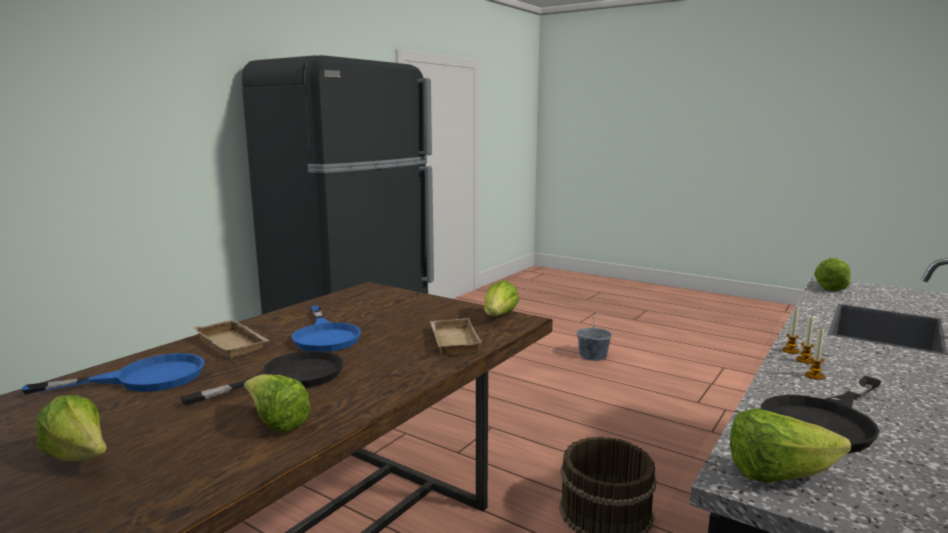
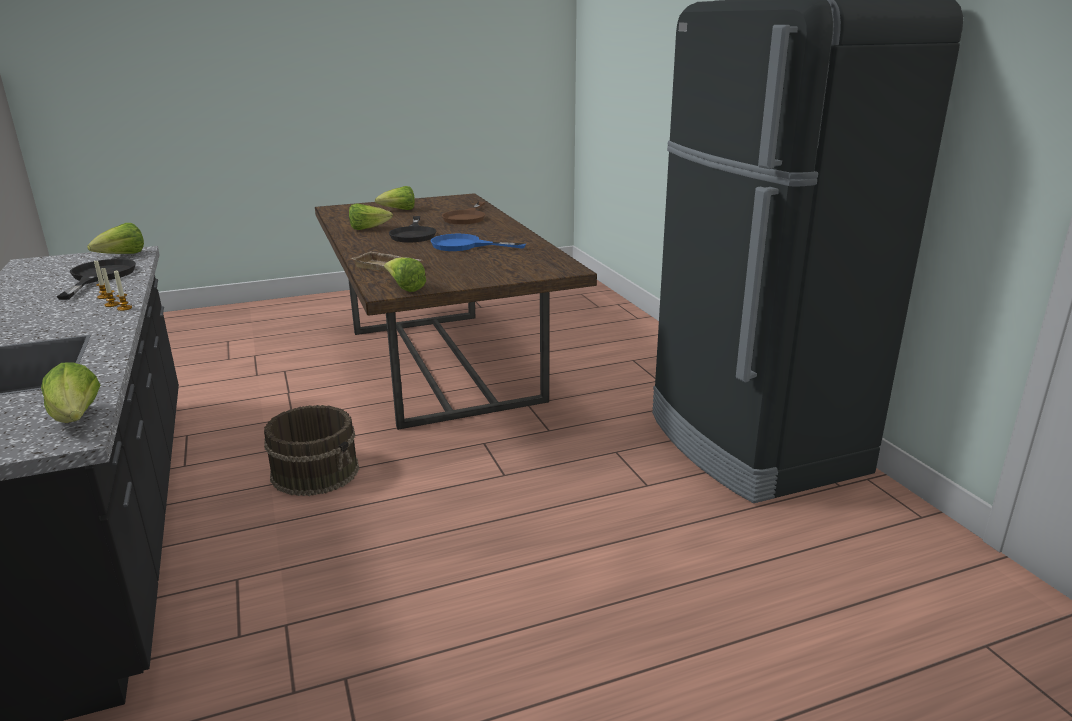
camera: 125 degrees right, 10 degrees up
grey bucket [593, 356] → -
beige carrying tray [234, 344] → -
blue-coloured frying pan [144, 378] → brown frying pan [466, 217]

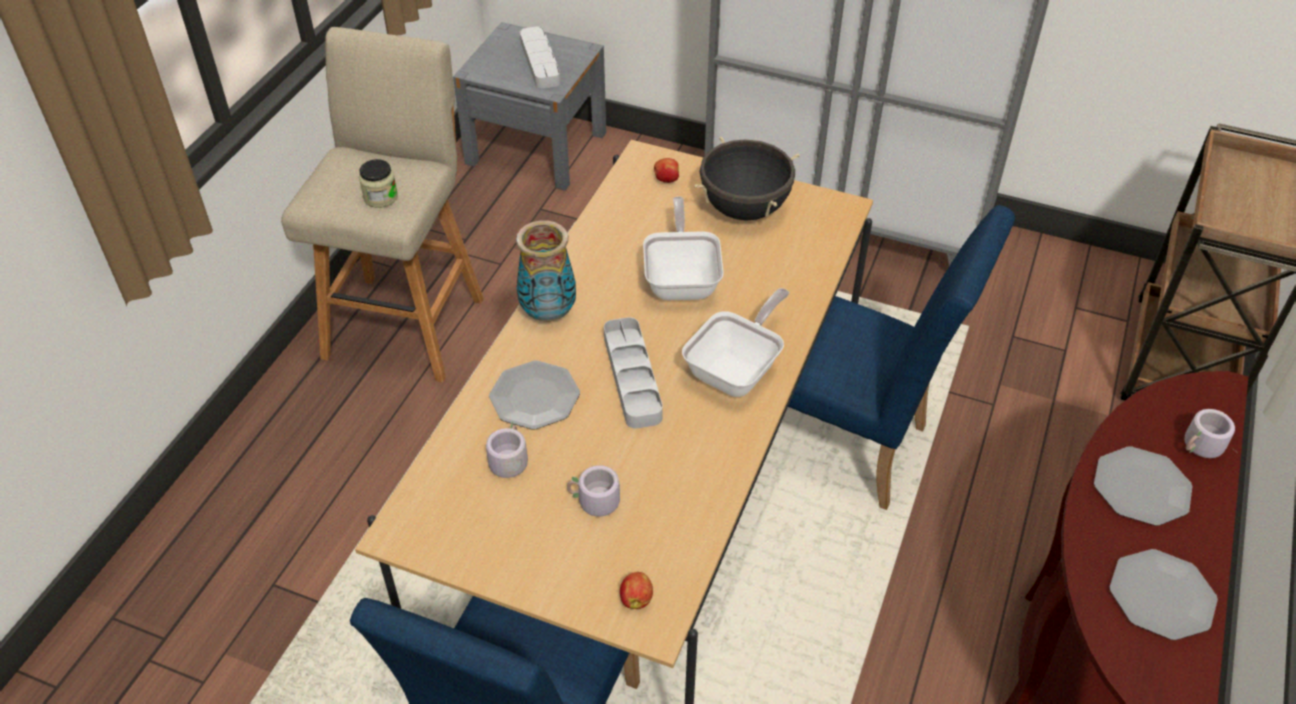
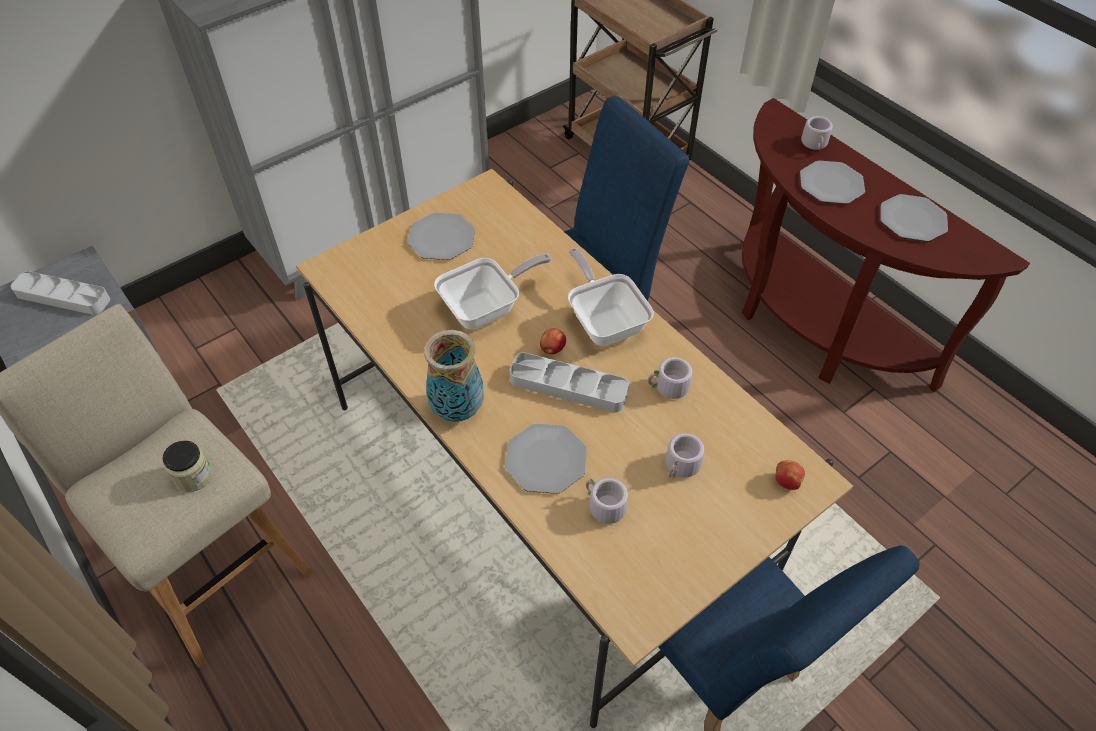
camera: 60 degrees left, 5 degrees up
black cooking pot [744, 209] → dinner plate [442, 238]
whole apple [666, 179] → whole apple [552, 349], move
frying pan [682, 279] → frying pan [487, 308], 120 degrees clockwise
- → grey tea mug [668, 389]

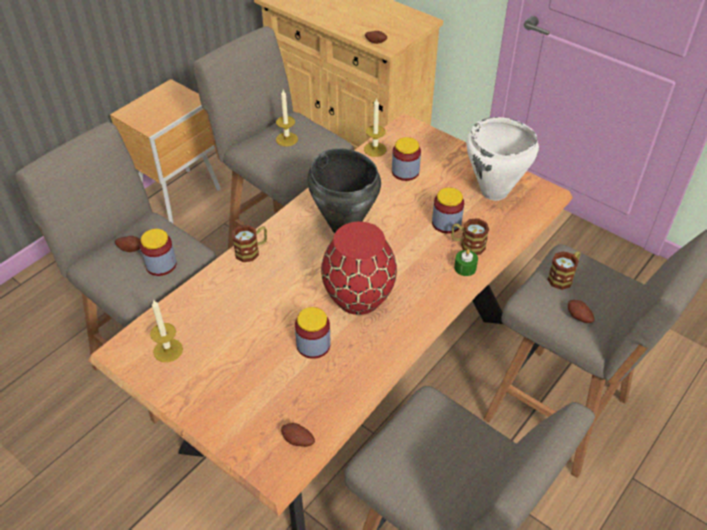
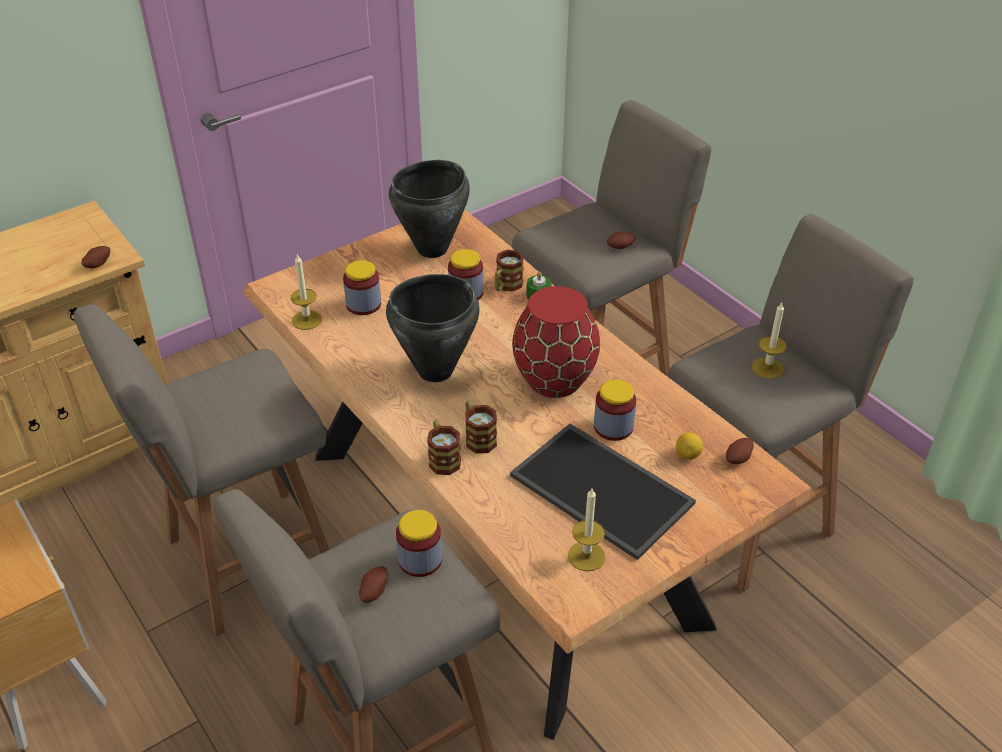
camera: 75 degrees left, 5 degrees down
wax light [287, 139] → wax light [767, 368], move
whitish cooking pot [494, 192] → black cooking pot [433, 249]
tea mug [563, 277] → tea mug [478, 437], move
- → carrying tray [604, 489]
- → citrus fruit [688, 455]

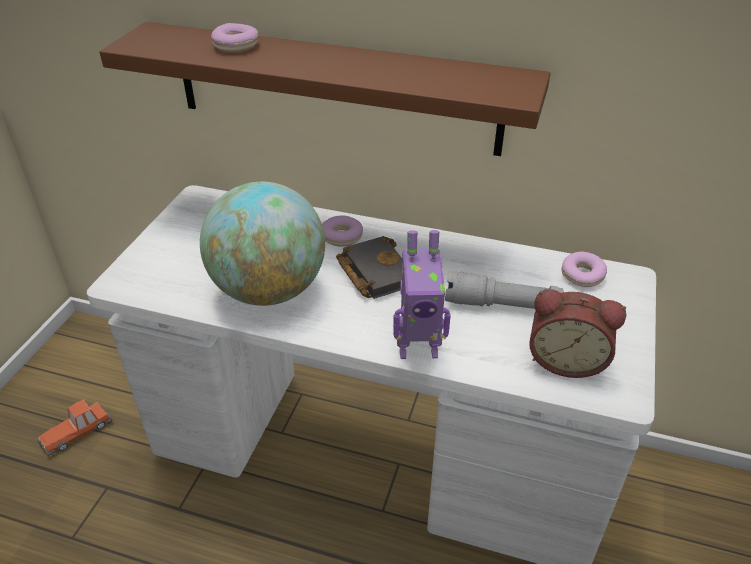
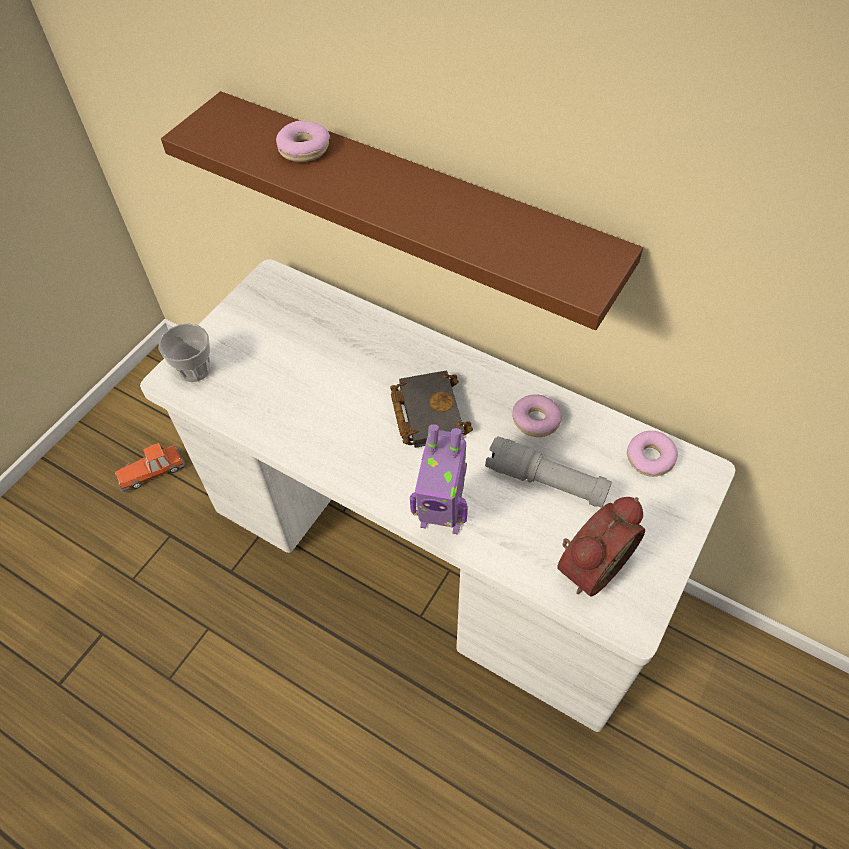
camera: 15 degrees right, 15 degrees up
world globe [269, 290] → -
ring doughnut [341, 236] → ring doughnut [536, 420], move
bedside clock [566, 359] → bedside clock [589, 564], 75 degrees counterclockwise
- → cup [194, 369]

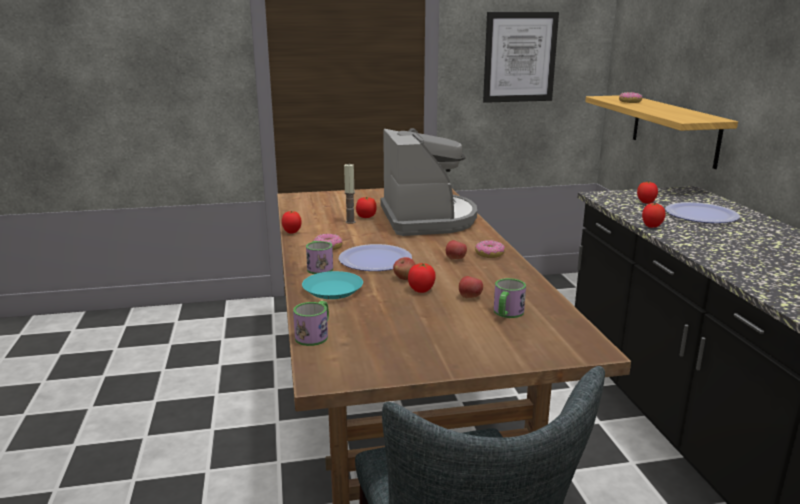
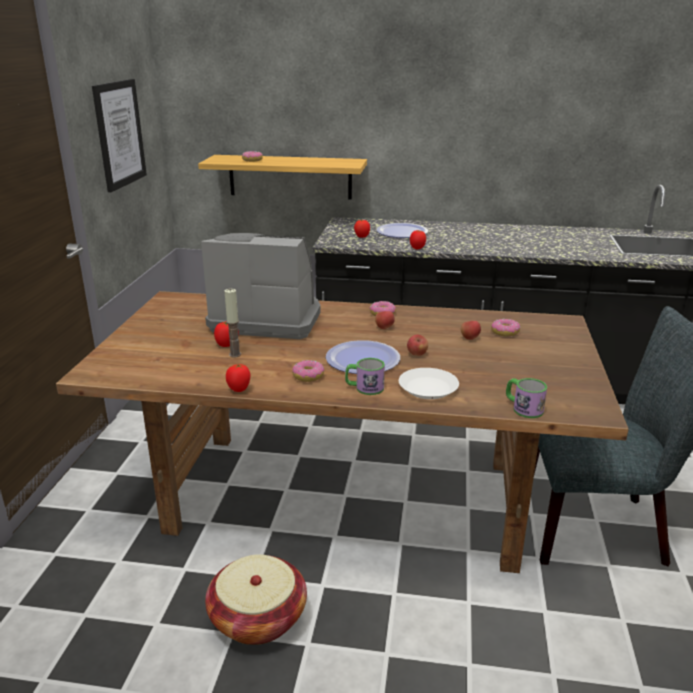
camera: 70 degrees left, 5 degrees up
whole tomato [421, 290] → -
turquoise dinner plate [333, 290] → whitish dinner plate [427, 388]
tea mug [507, 313] → ring doughnut [505, 332]
- → basket [258, 618]

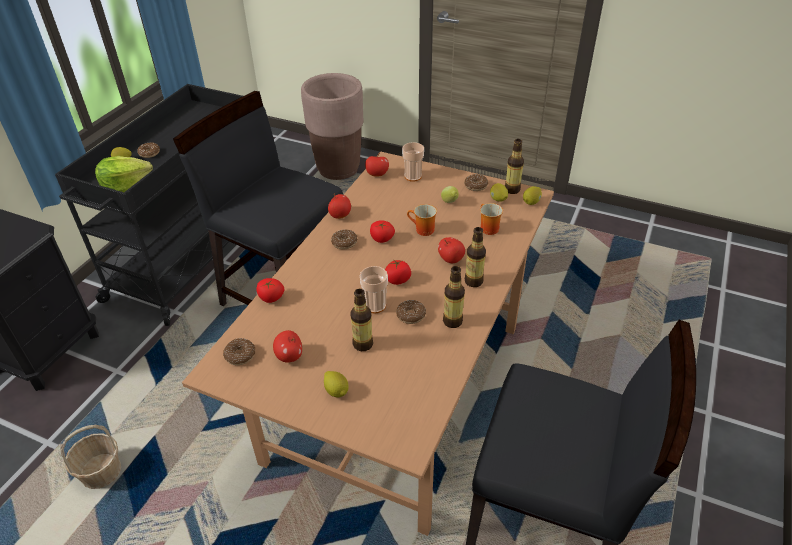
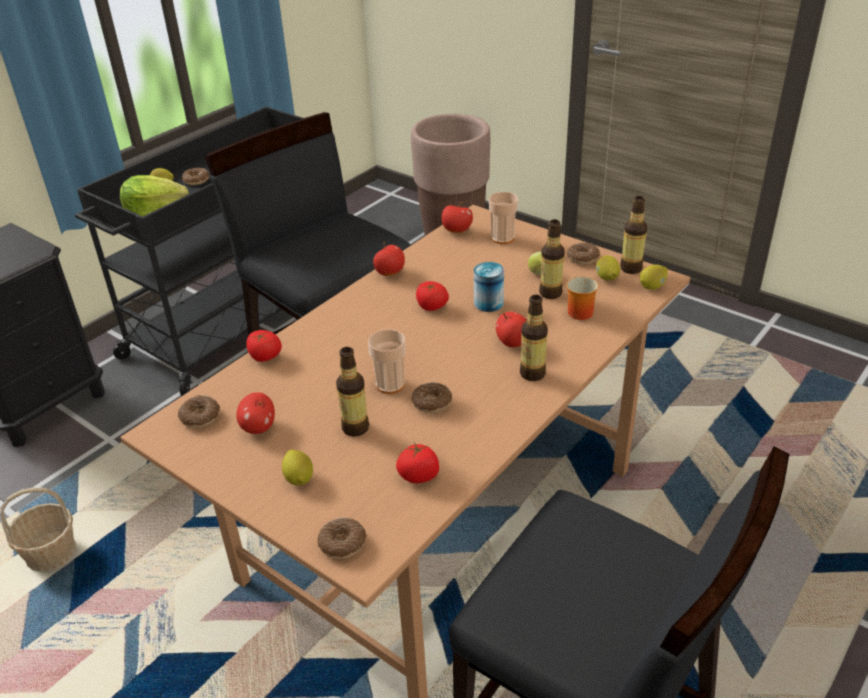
camera: 15 degrees right, 5 degrees down
tea mug [422, 230] → can [488, 303]
ring doughnut [344, 243] → ring doughnut [342, 543], move
whole tomato [398, 280] → whole tomato [419, 476], move
bottle [452, 321] → bottle [550, 293], move

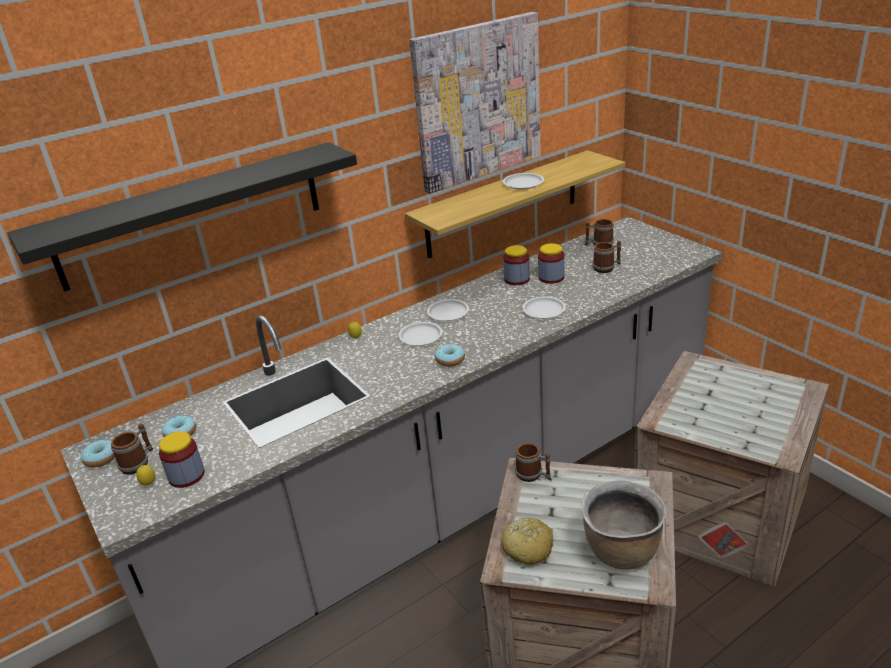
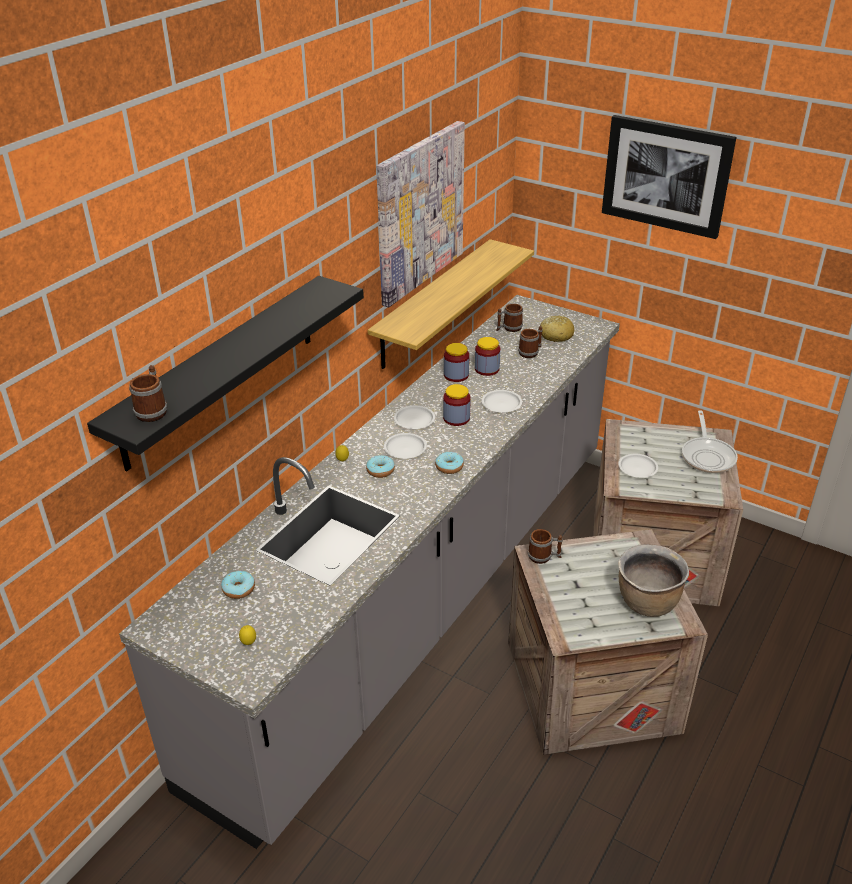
camera: 25 degrees left, 5 degrees up
whitish dinner plate [523, 184] → whitish dinner plate [638, 468], move
tea mug [138, 462] → tea mug [153, 410], move
preserve jar [186, 475] → preserve jar [456, 418], move
ring doughnut [101, 458] → ring doughnut [380, 471], move
bread [528, 548] → bread [556, 335], move
- → wall art [666, 176]
- → frying pan [707, 456]

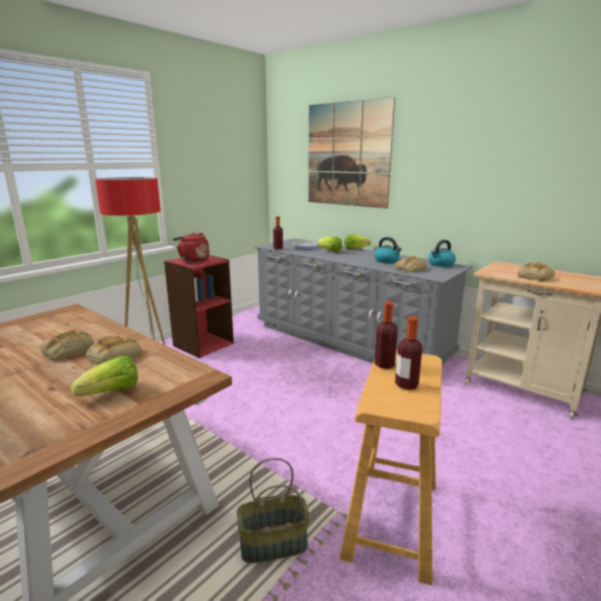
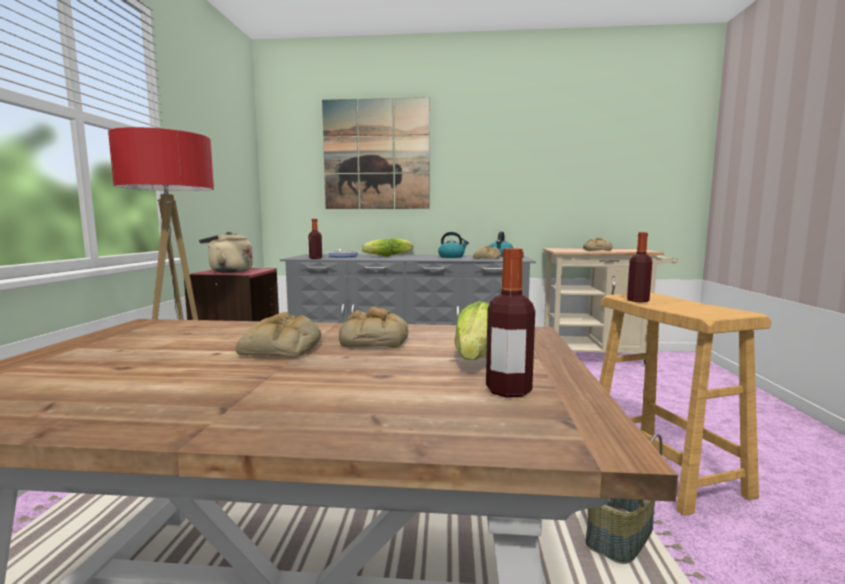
camera: 35 degrees left, 10 degrees down
red-coloured kettle [193, 260] → beige kettle [228, 271]
bottle [406, 385] → bottle [508, 390], move

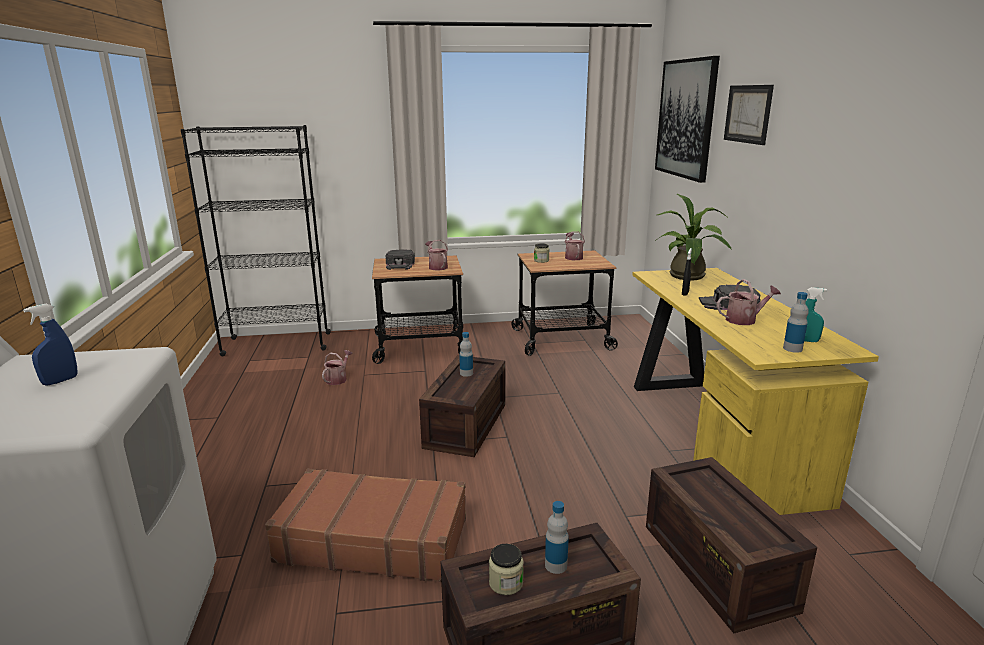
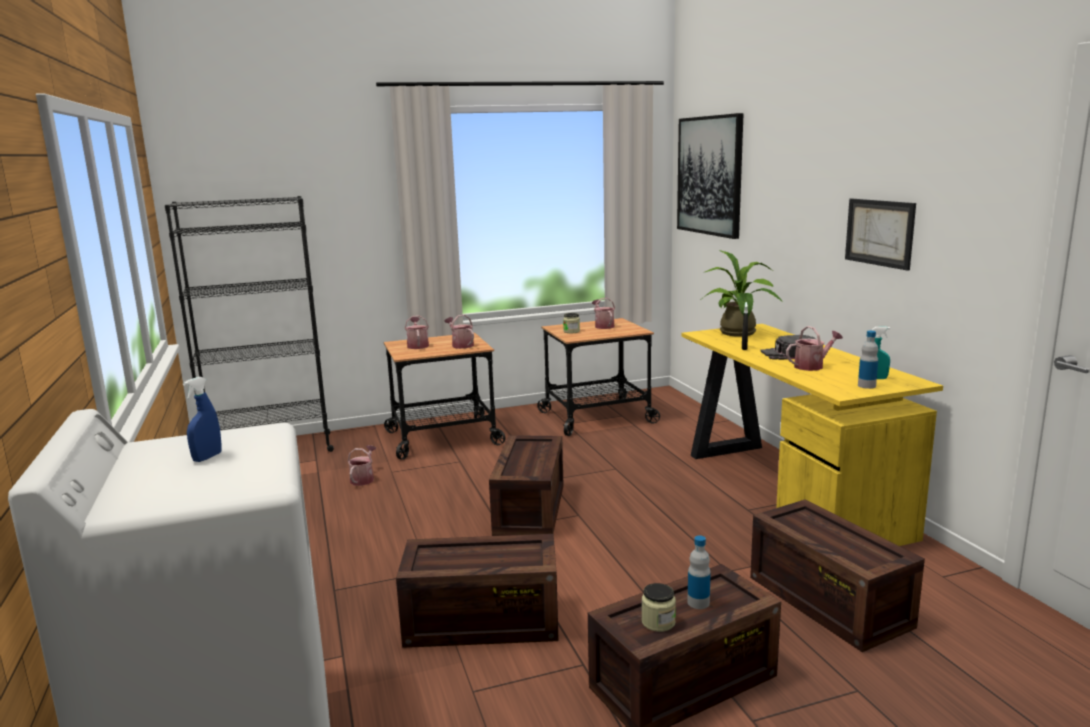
camera: 10 degrees left, 5 degrees down
wall art [748, 114] → wall art [879, 232], move
black cap [400, 264] → watering pot [417, 345]
bottle [466, 373] → -
brown suitcase [373, 539] → crate [480, 623]

